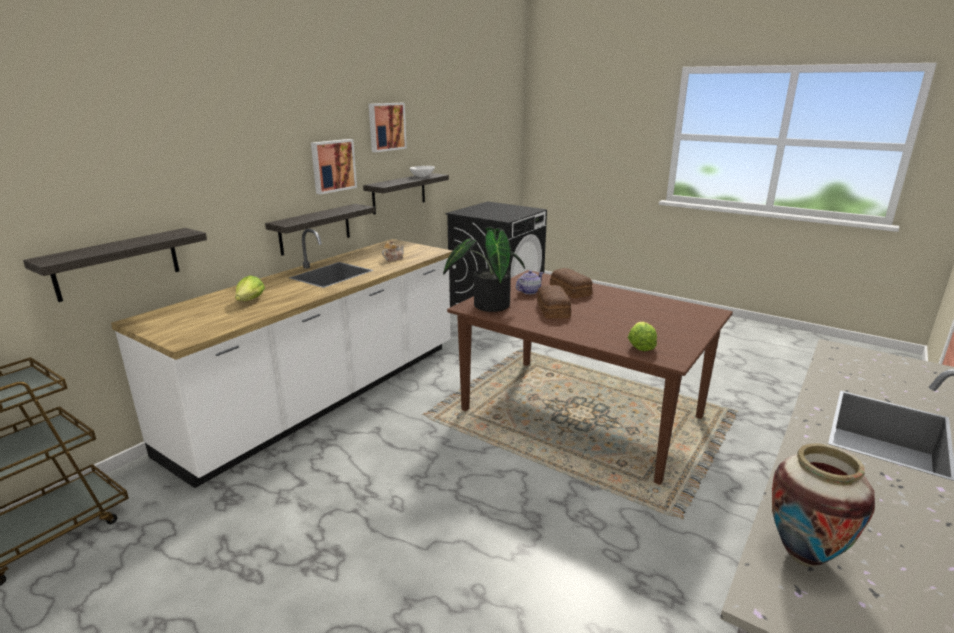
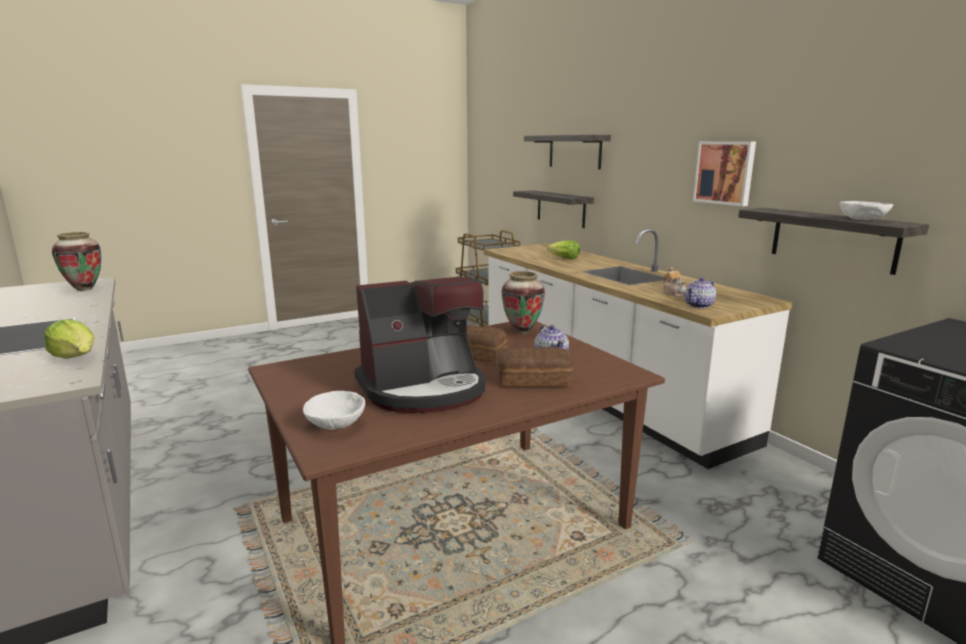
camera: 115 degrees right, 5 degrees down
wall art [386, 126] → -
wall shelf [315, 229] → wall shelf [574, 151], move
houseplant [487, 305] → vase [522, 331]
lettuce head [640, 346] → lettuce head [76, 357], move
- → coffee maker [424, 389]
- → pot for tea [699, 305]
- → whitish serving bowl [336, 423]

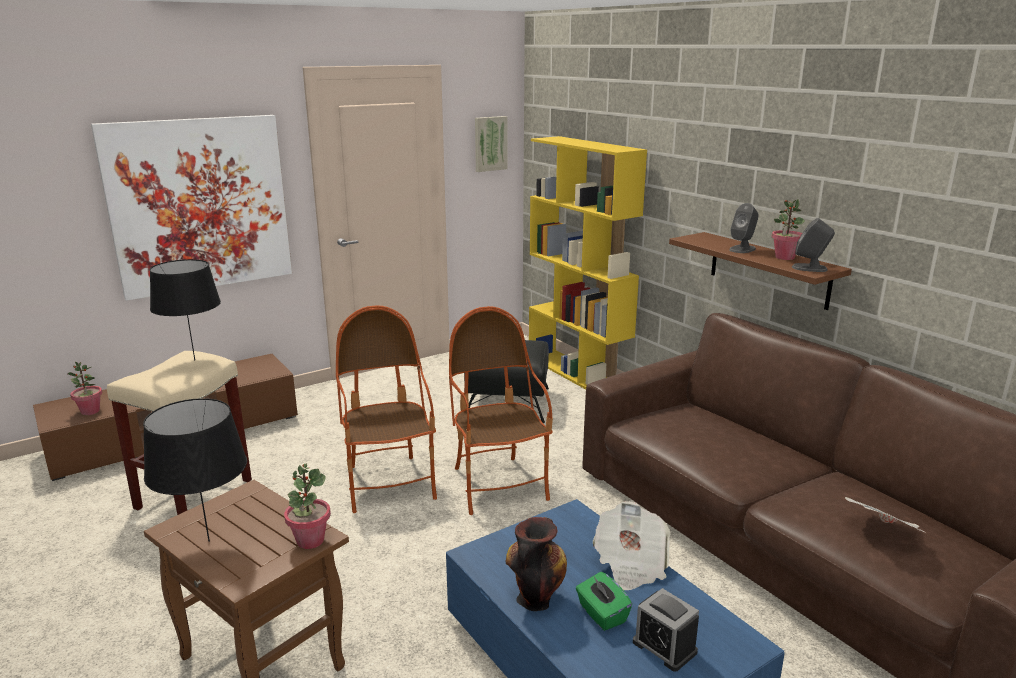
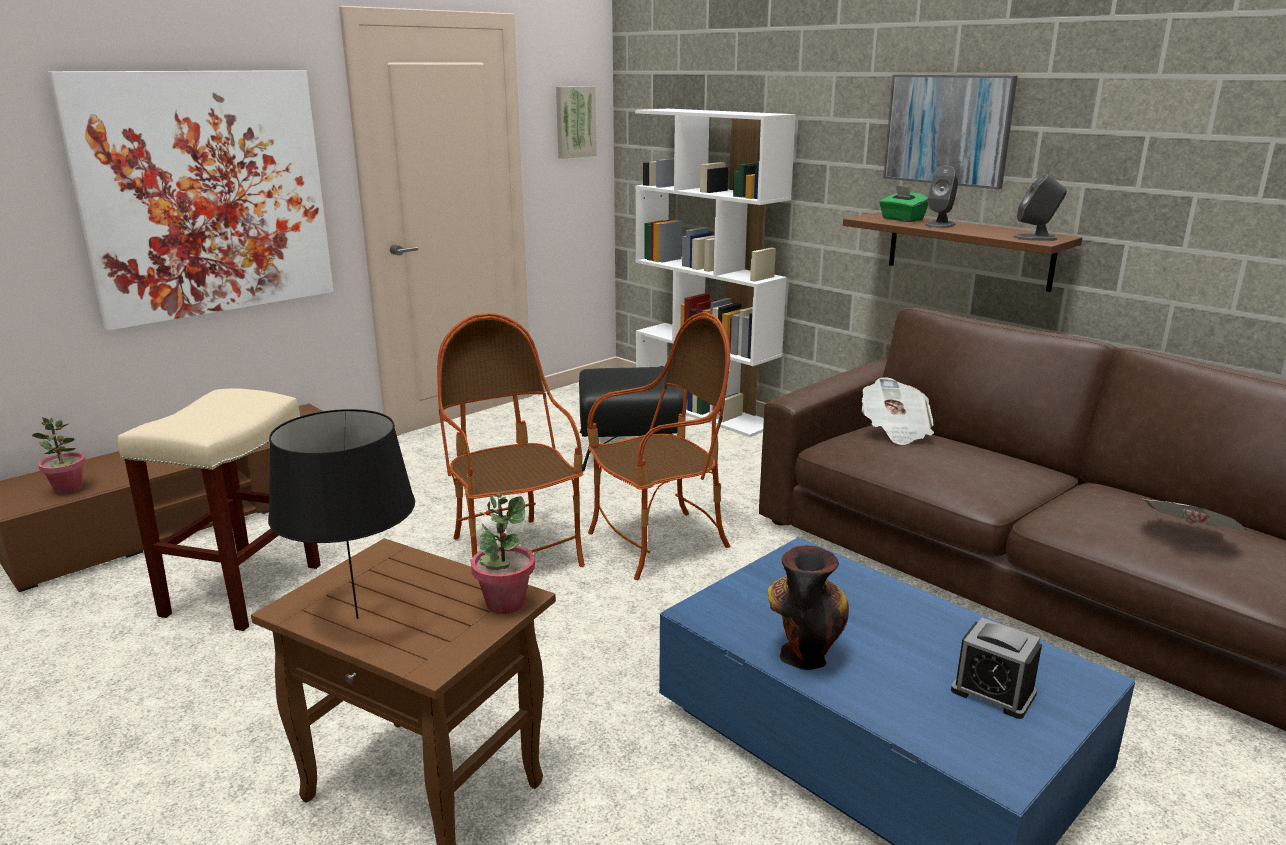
camera: 10 degrees left, 0 degrees up
yellow shelving unit [578, 373] → whitish shelving unit [705, 411]
houseplant [784, 257] → -
black table lamp [194, 360] → -
lounge chair [498, 485] → lounge chair [658, 543], 90 degrees clockwise
daily paper [630, 564] → daily paper [895, 430], move
green tissue box [601, 614] → green tissue box [902, 219], move
- → wall art [948, 130]

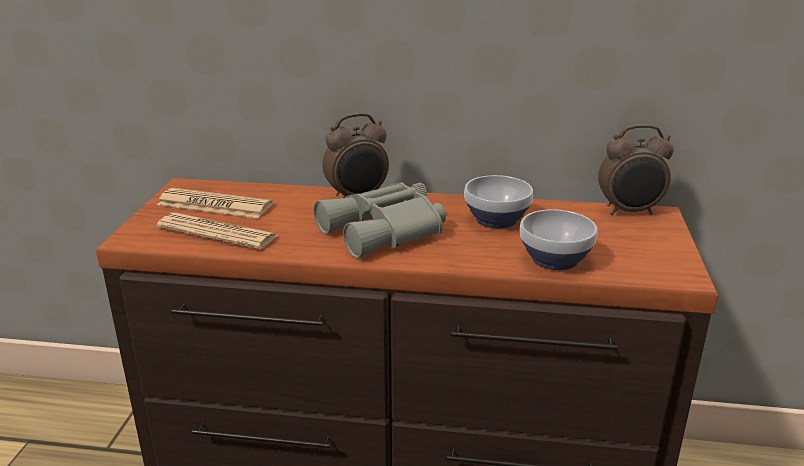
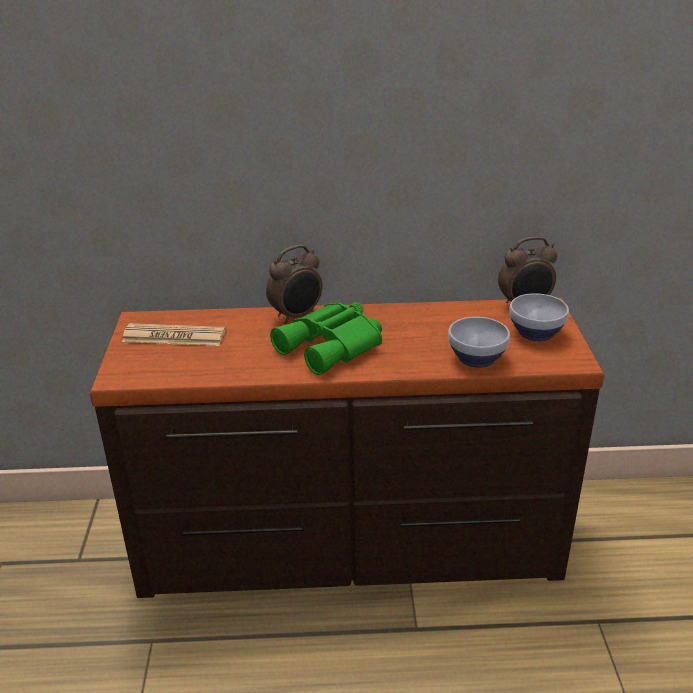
camera: 10 degrees left, 5 degrees up
serving bowl [498, 221] → serving bowl [537, 333], move
grey field glasses [385, 231] → green field glasses [332, 346]
daily paper [217, 232] → -

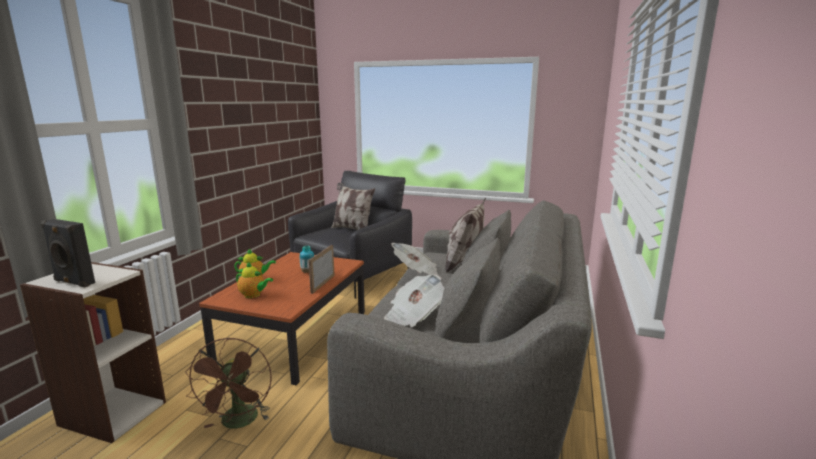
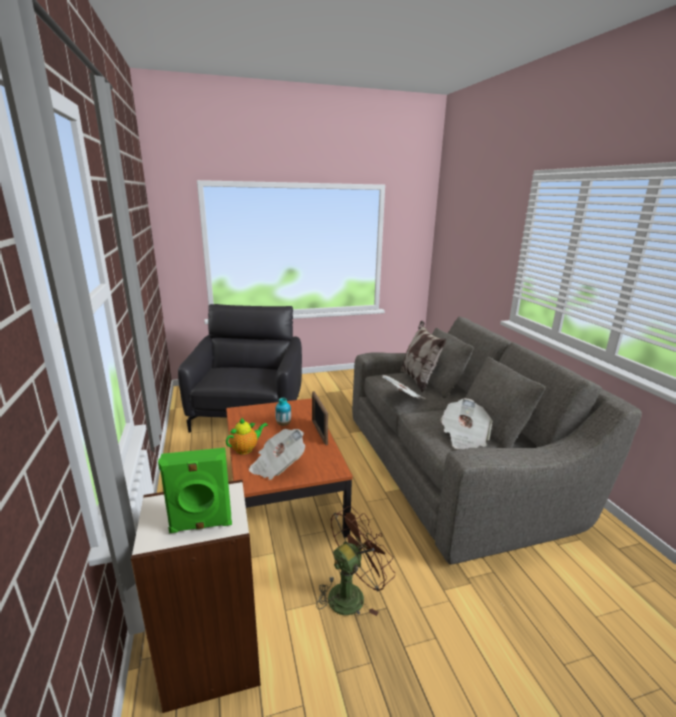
camera: 35 degrees left, 5 degrees up
throw pillow [352, 229] → -
black speaker [73, 282] → green speaker [201, 525]
pot for tea [253, 295] → daily paper [277, 466]
brown electric fan [239, 423] → brown electric fan [351, 593], 90 degrees counterclockwise

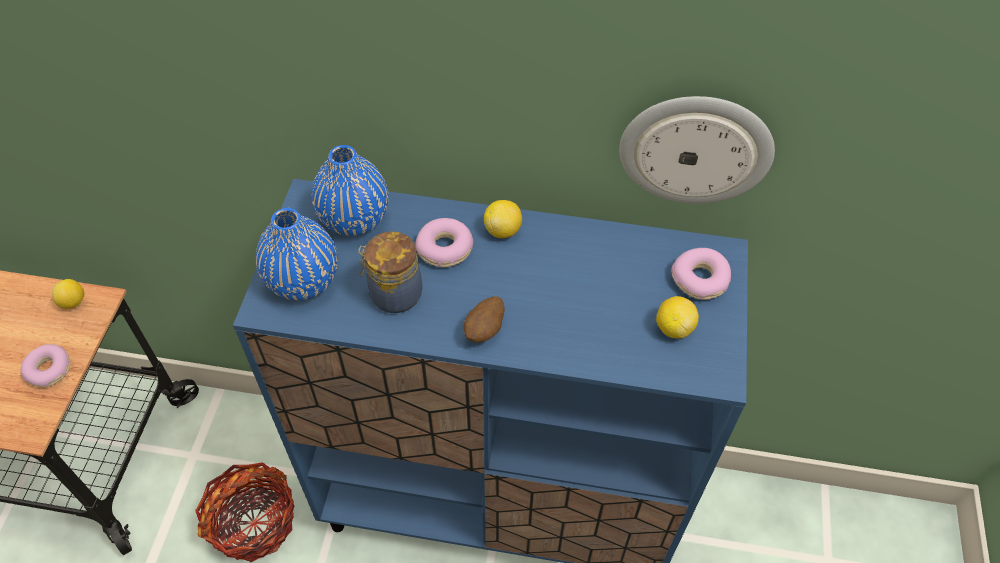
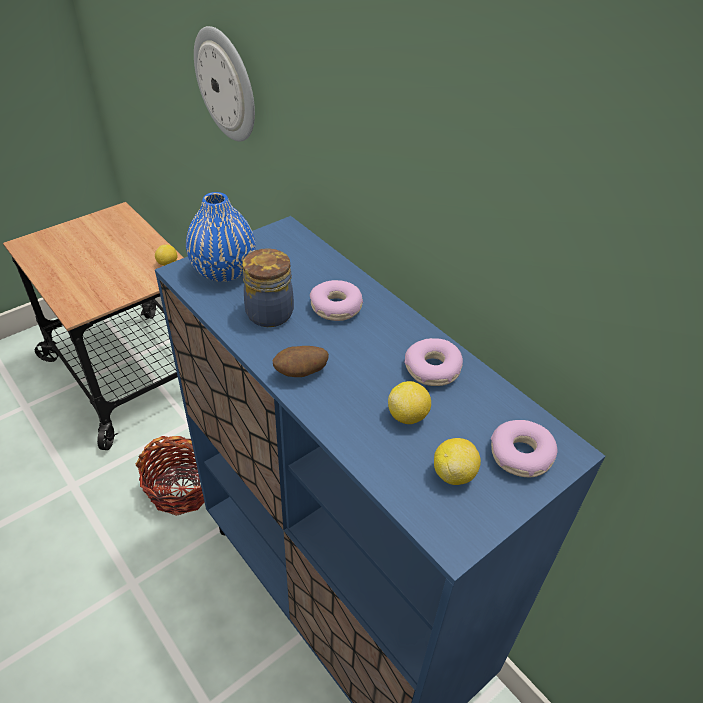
camera: 40 degrees right, 10 degrees down
hanging clock [695, 149] → hanging clock [227, 85], move
blue-coloured vase [354, 219] → -
citrus fruit [503, 230] → citrus fruit [408, 416], move
ring doughnut [49, 370] → ring doughnut [432, 369], move

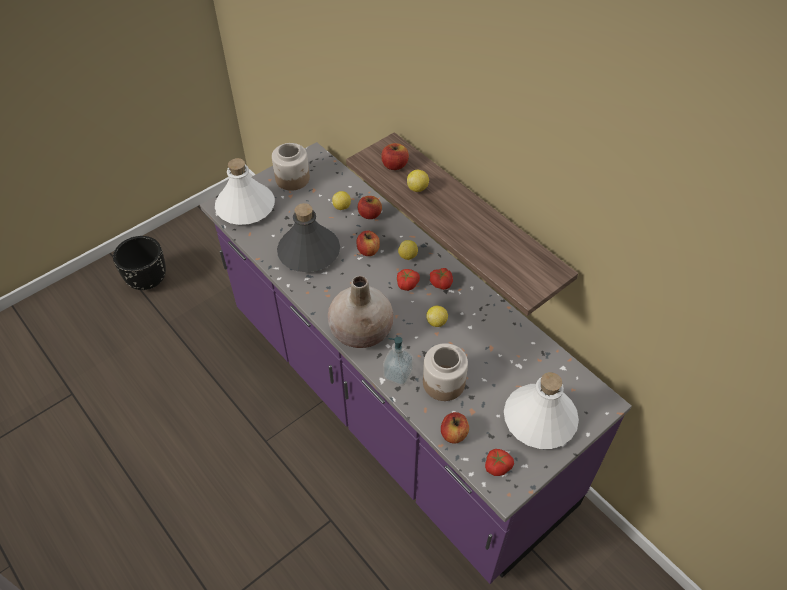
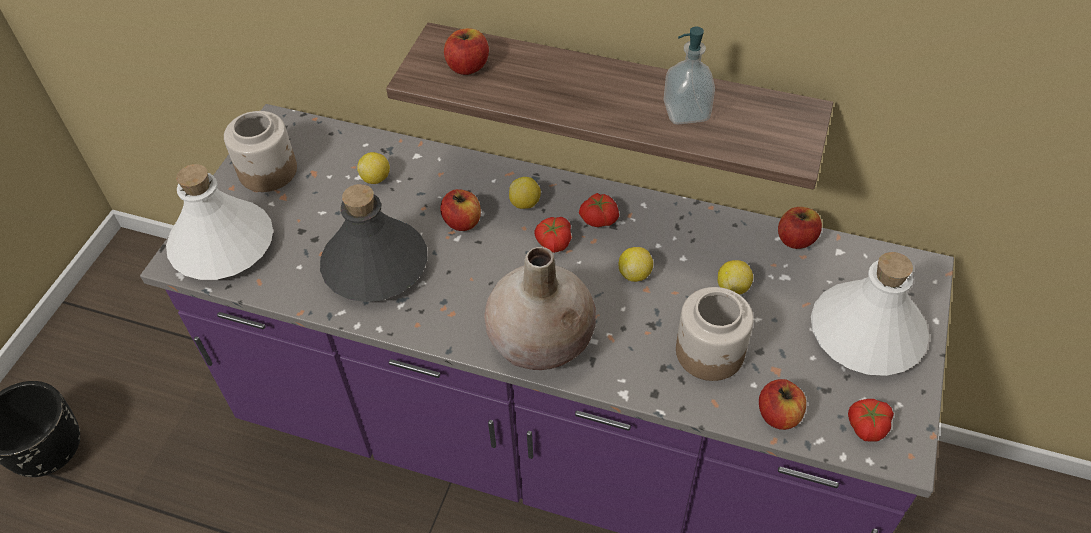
camera: 30 degrees left, 0 degrees up
citrus fruit [417, 188] → citrus fruit [733, 287], move
whole apple [370, 214] → whole apple [796, 239], move
soap bottle [398, 374] → soap bottle [686, 112], move

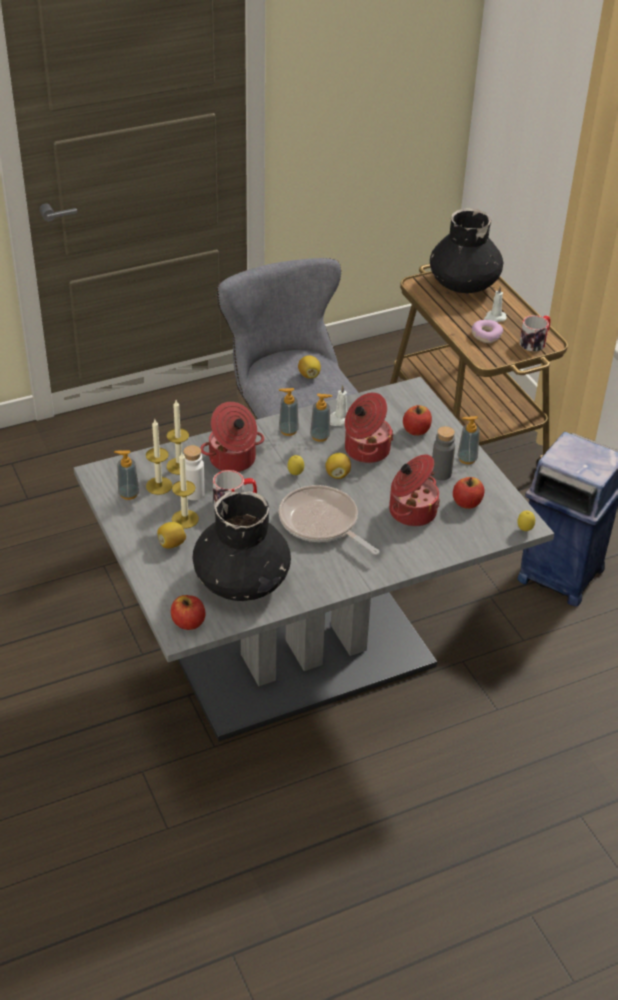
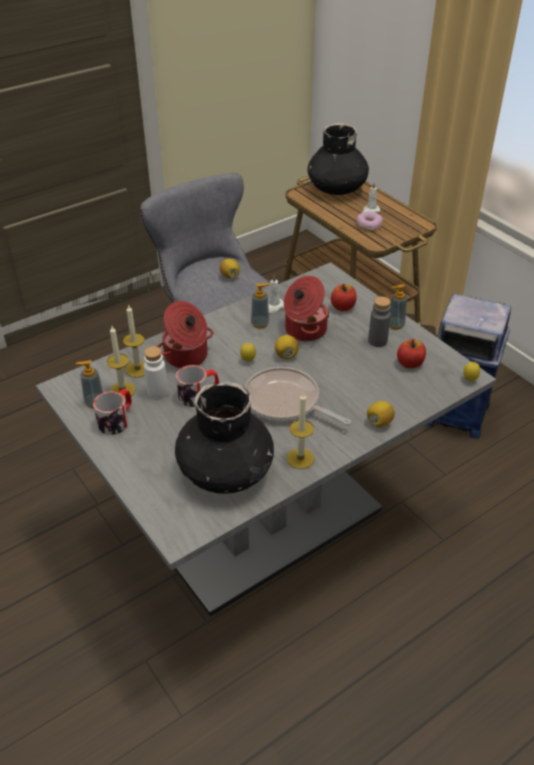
camera: 10 degrees left, 0 degrees up
tea mug [535, 341] → tea mug [117, 420], move
soap bottle [288, 430] → -
wax light [185, 519] → wax light [300, 458], move
cooking pot [411, 511] → -
citrus fruit [171, 544] → citrus fruit [379, 422], move
whole apple [188, 622] → -

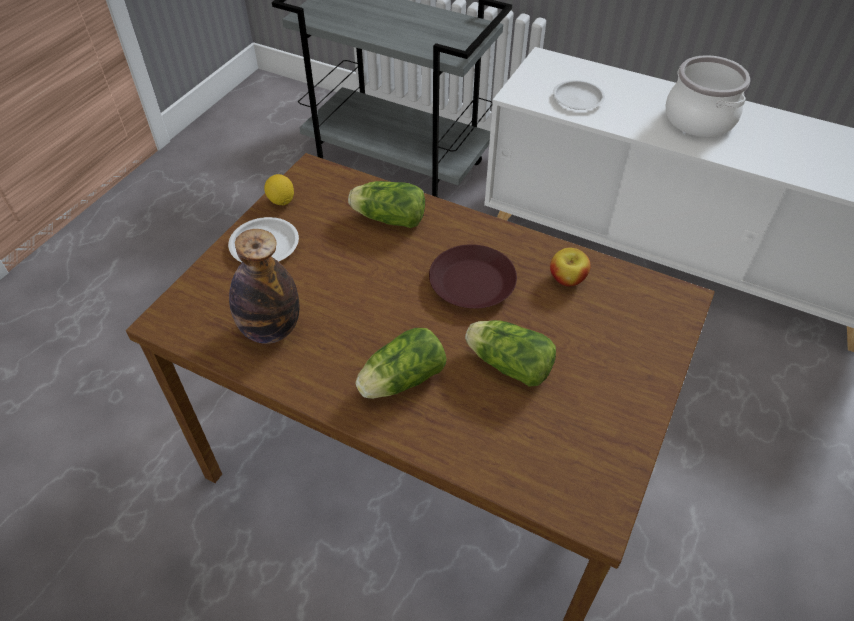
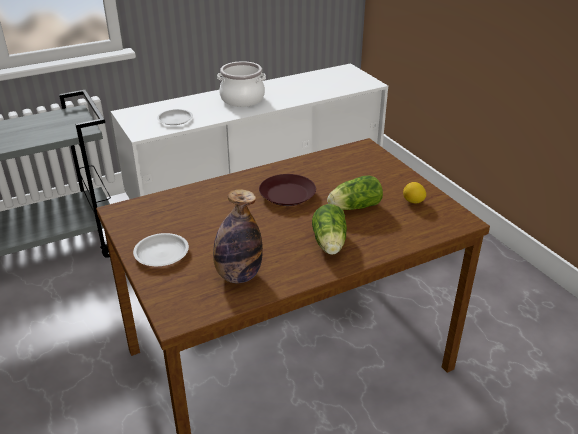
camera: 55 degrees left, 15 degrees down
citrus fruit [281, 201] → citrus fruit [413, 202], move
lettuce head [387, 218] → -
whole apple [567, 279] → -

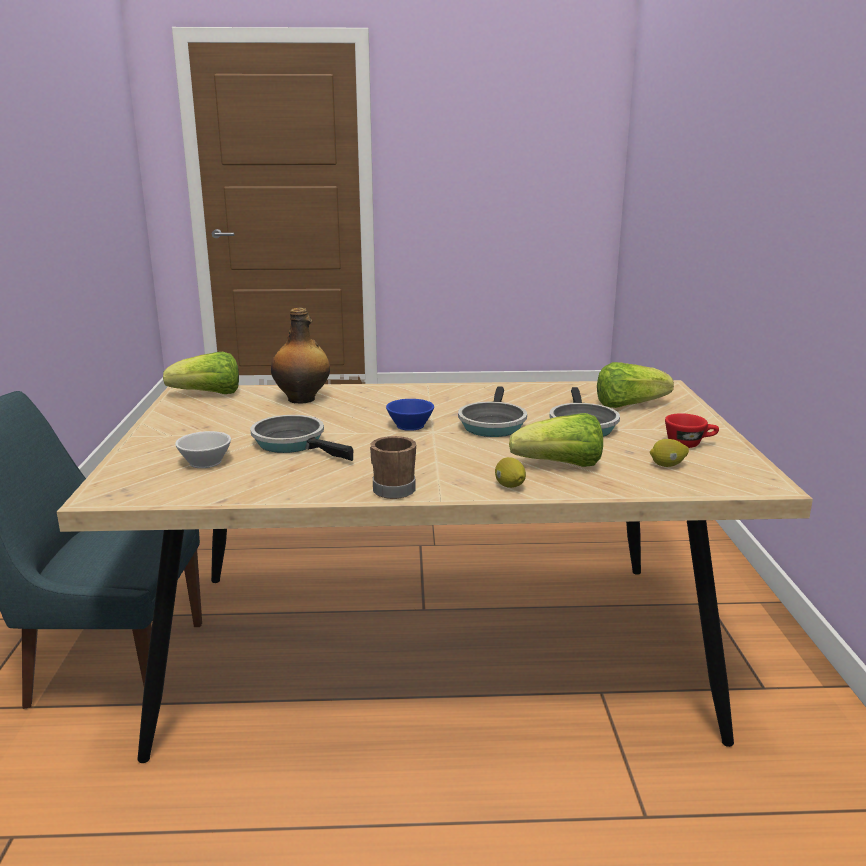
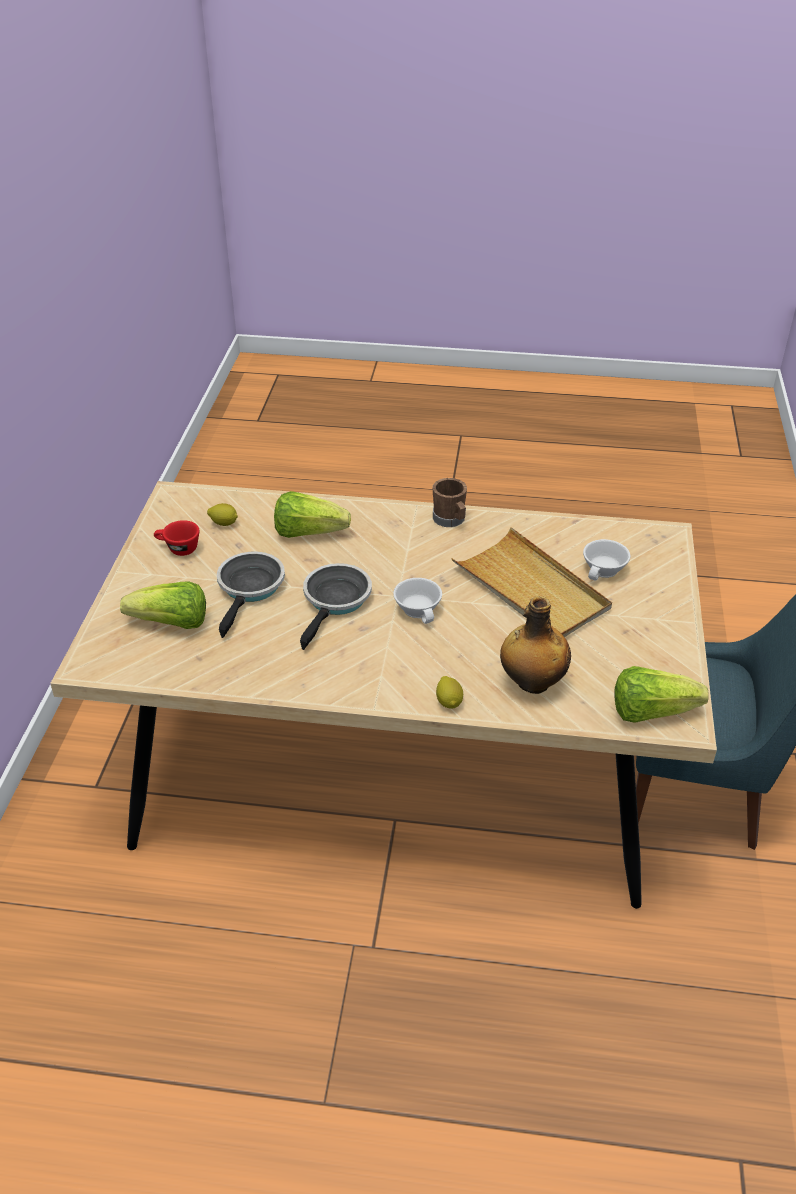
camera: 170 degrees left, 20 degrees up
blue-coloured cup [407, 425] → whitish cup [420, 609]
frying pan [294, 443] → beige carrying tray [531, 589]
citrus fruit [510, 486] → citrus fruit [449, 702], move

